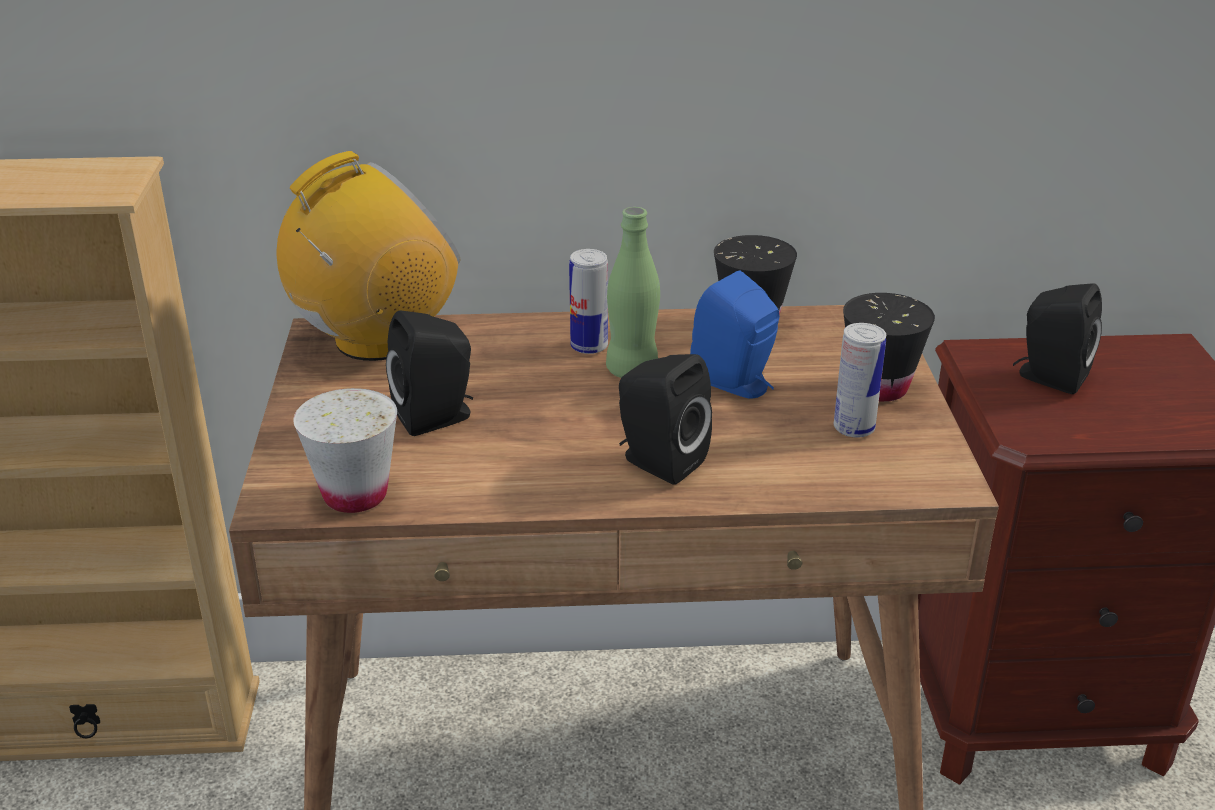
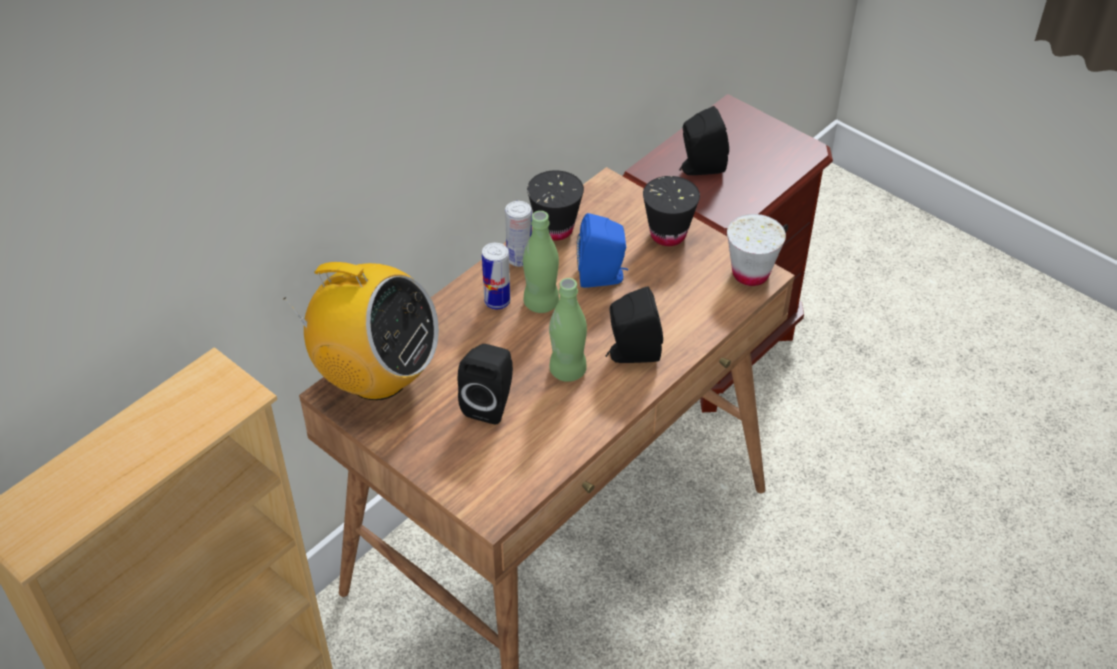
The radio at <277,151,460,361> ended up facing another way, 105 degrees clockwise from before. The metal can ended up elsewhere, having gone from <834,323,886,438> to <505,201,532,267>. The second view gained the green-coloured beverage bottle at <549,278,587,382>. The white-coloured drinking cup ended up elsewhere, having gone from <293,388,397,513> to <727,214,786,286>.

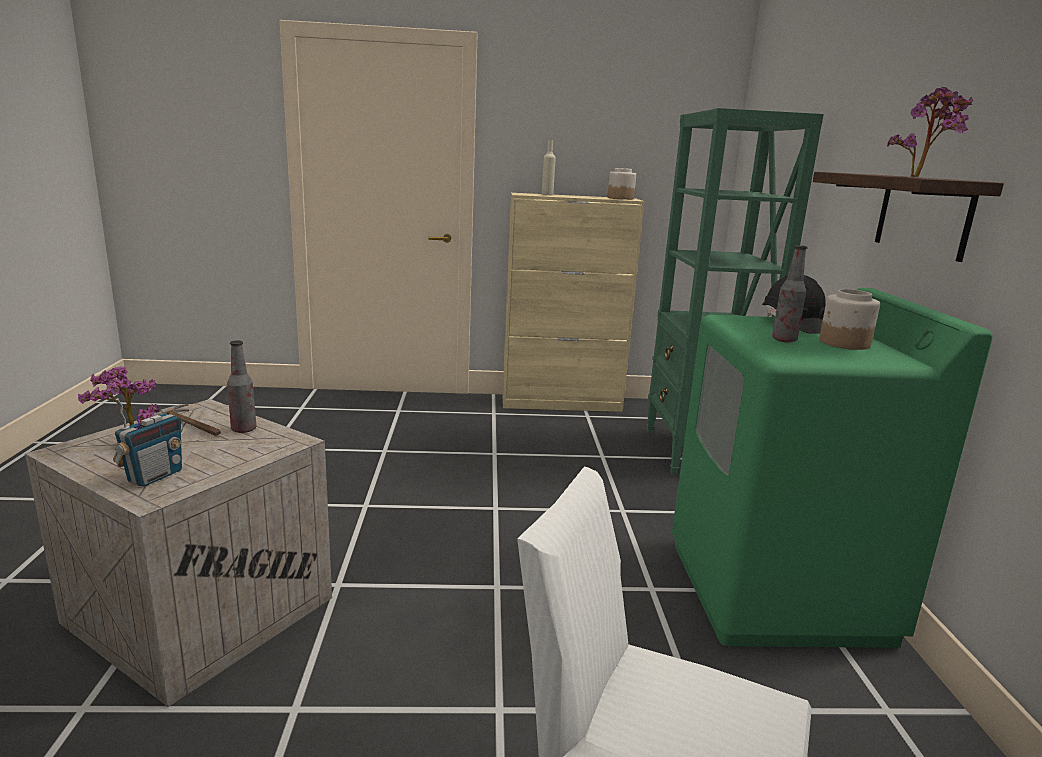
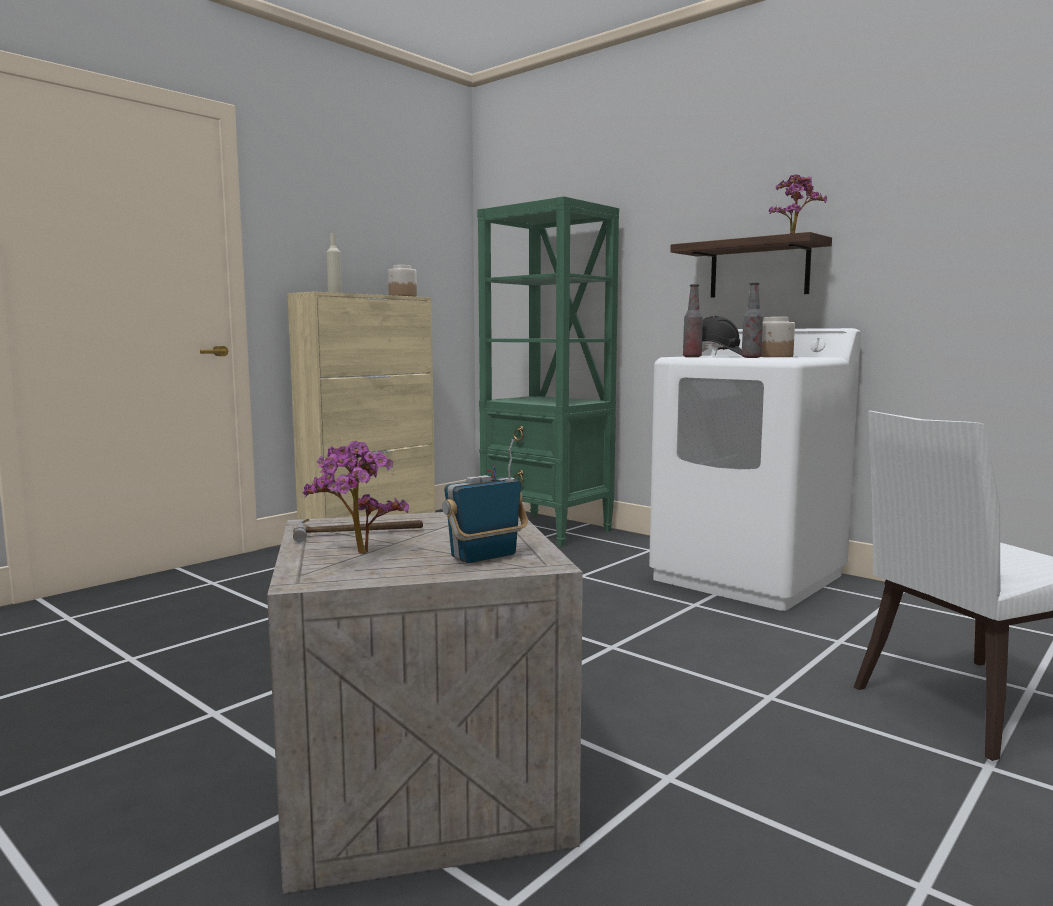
The radio at <113,398,183,487> ended up facing another way, 105 degrees counterclockwise from before. What was the green-coloured laundry machine at <672,288,993,648> turned into the white-coloured laundry machine at <649,328,861,611>. The beverage bottle ended up elsewhere, having gone from <227,340,257,433> to <683,284,703,357>.

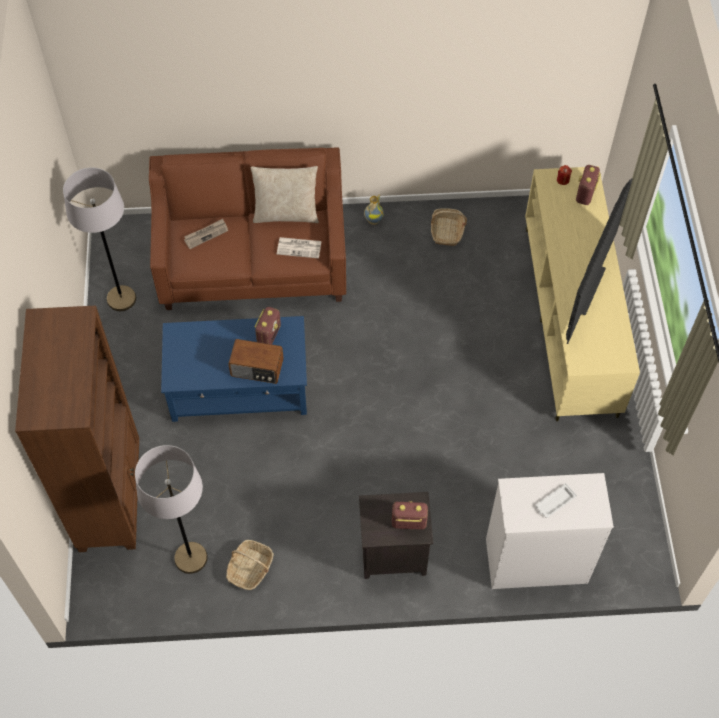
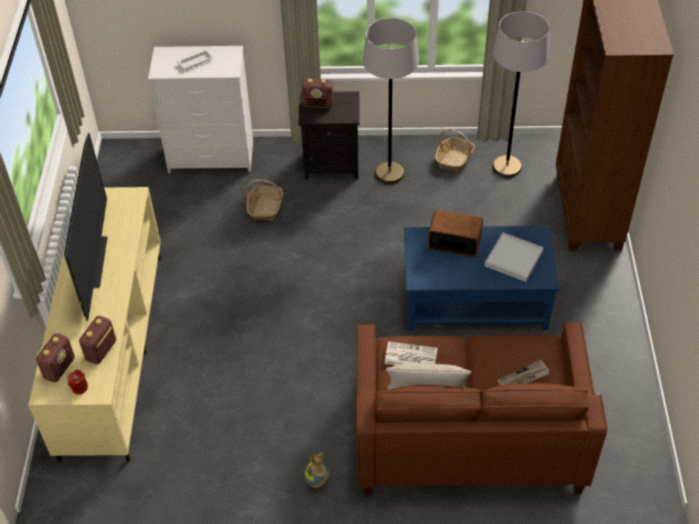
The television at <566,178,633,344> ended up facing another way, 150 degrees clockwise from before. The radio ended up elsewhere, having gone from <255,307,281,344> to <79,316,116,364>. The basket ended up elsewhere, having gone from <431,208,467,246> to <246,180,283,221>. The grey floor lamp ended up elsewhere, having gone from <63,167,136,311> to <363,18,419,184>. The second view gained the white-coloured serving tray at <485,232,544,282>.

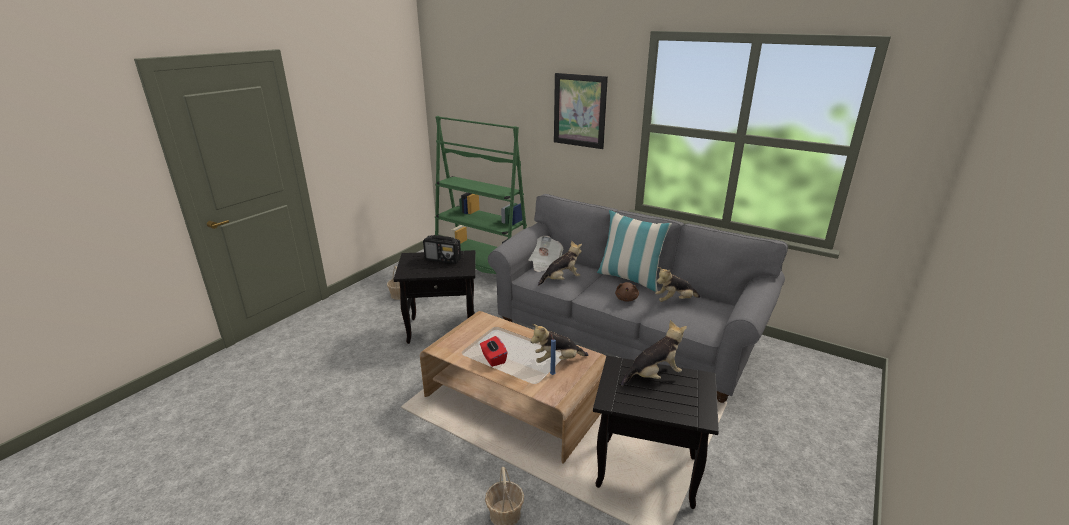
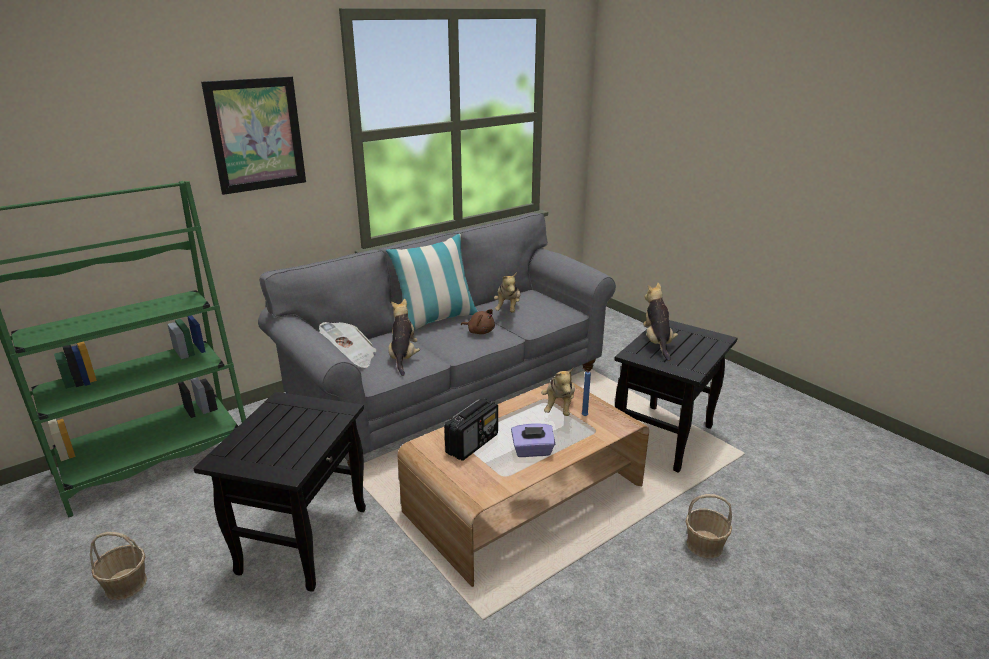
The radio ended up elsewhere, having gone from <423,235,461,264> to <444,398,498,461>. What was the reddish tissue holder at <480,336,508,367> turned into the purple-coloured tissue holder at <511,423,555,457>.

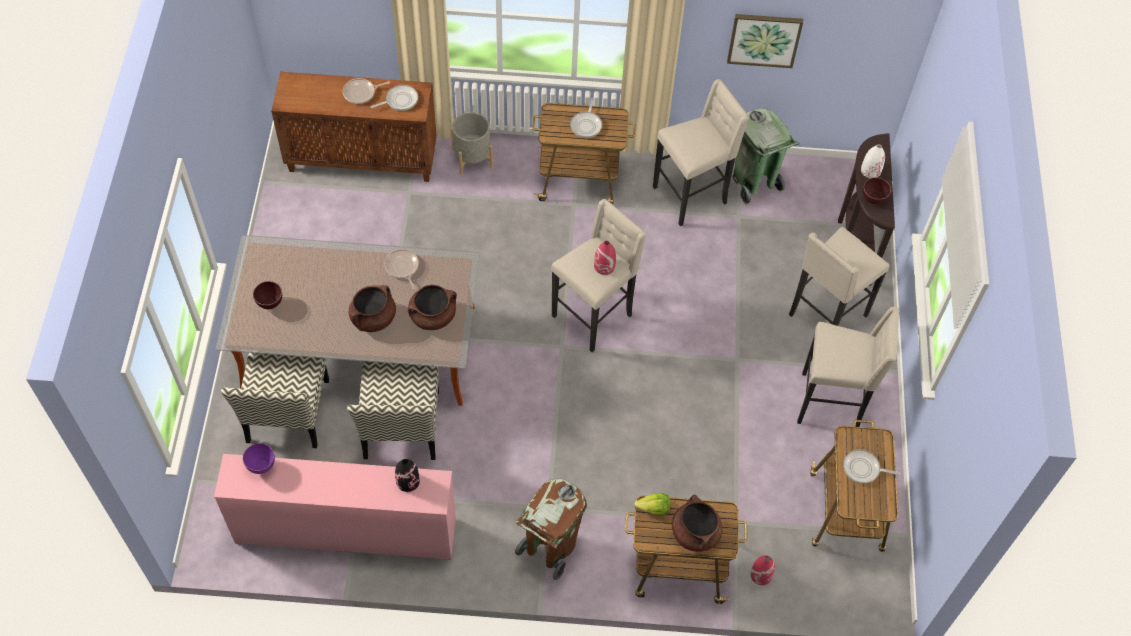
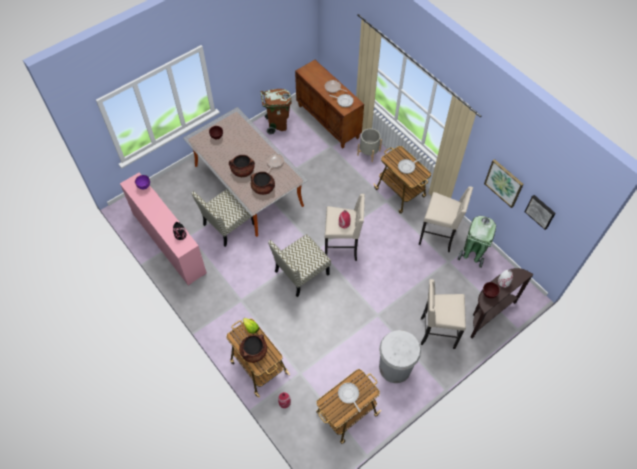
The brown-coloured rubbish bin ended up elsewhere, having gone from <515,478,587,580> to <261,89,292,134>. The upright chair ended up elsewhere, having gone from <221,353,329,448> to <268,234,331,297>. Where the beige stool seat stood at <797,307,900,427>, the white-coloured rubbish bin came to stand at <379,330,421,383>. The second view gained the wall art at <525,195,556,230>.

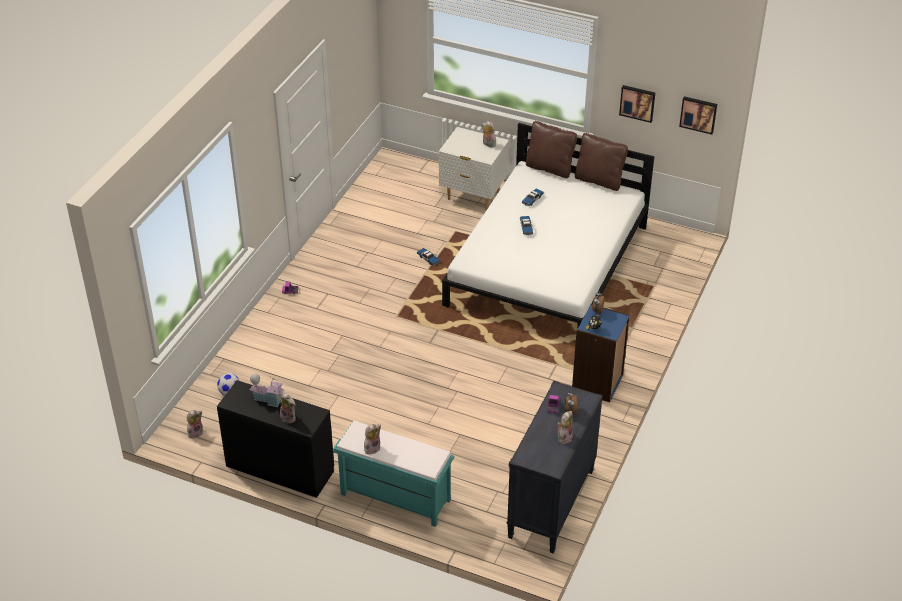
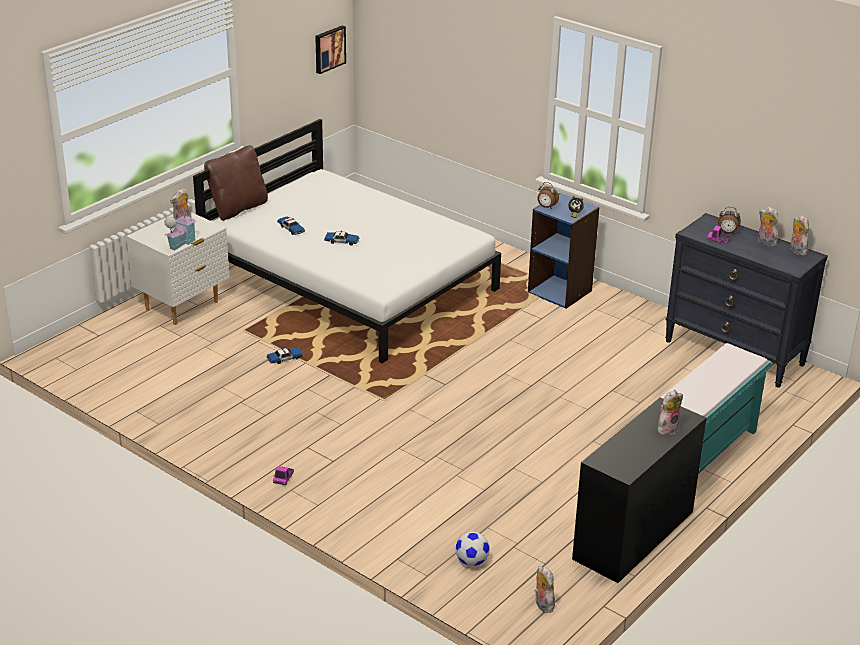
The miniature house ended up elsewhere, having gone from <250,374,285,407> to <164,208,197,251>. The cuddly toy ended up elsewhere, having gone from <364,424,381,454> to <791,215,809,256>. The second view lost the brown-coloured pillow at <575,133,628,191>. The second view lost the wall art at <619,85,655,123>.

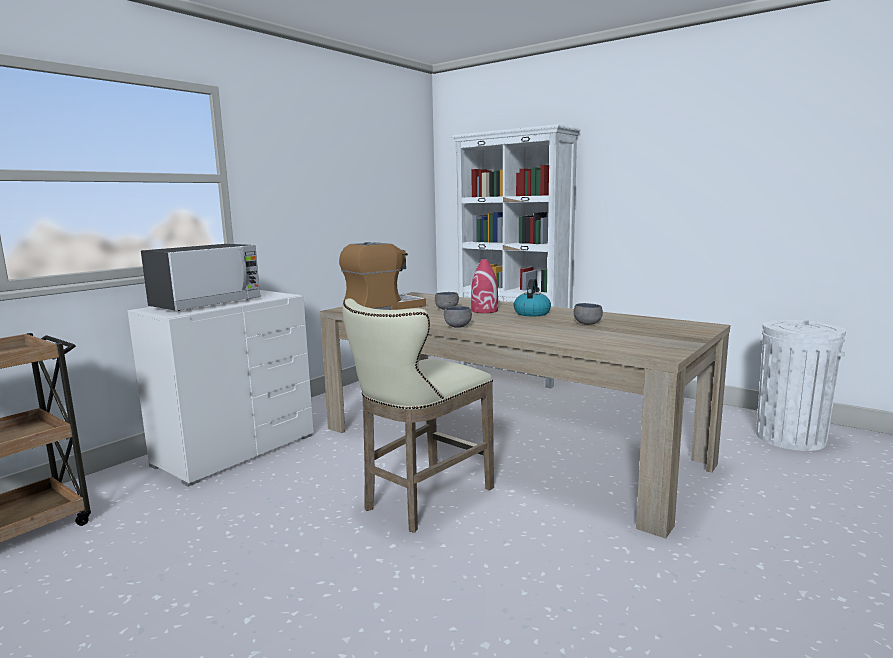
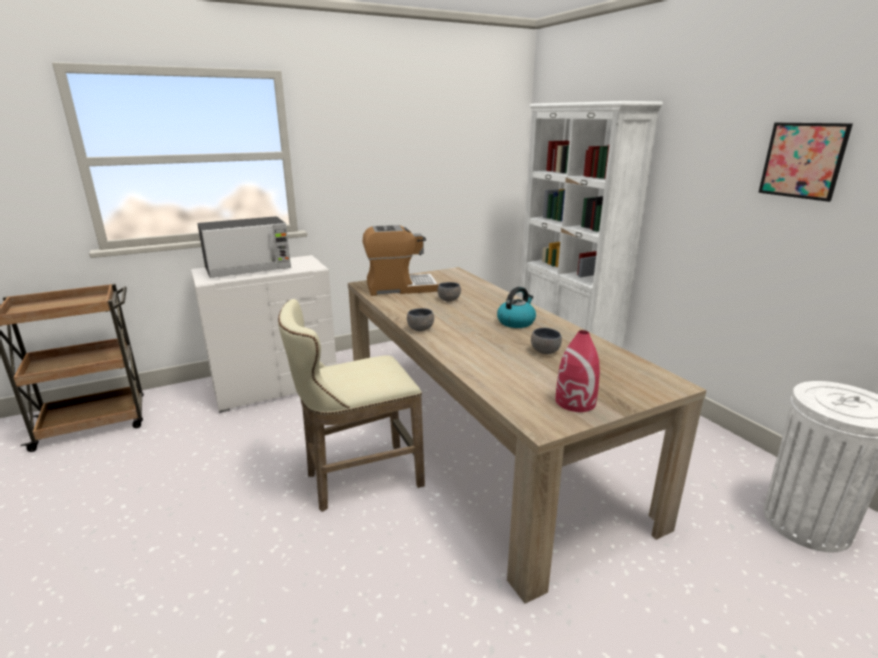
The reddish decorative vase ended up elsewhere, having gone from <471,259,498,313> to <556,330,600,412>. The second view gained the wall art at <758,123,853,202>.

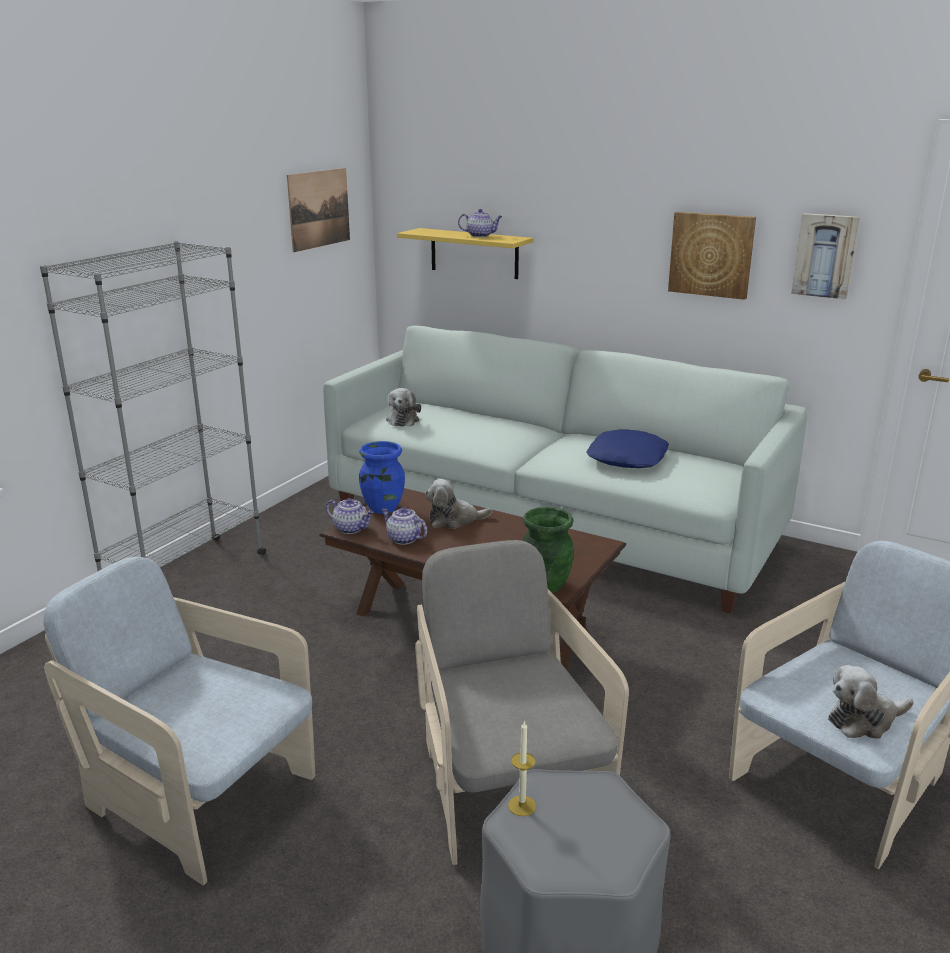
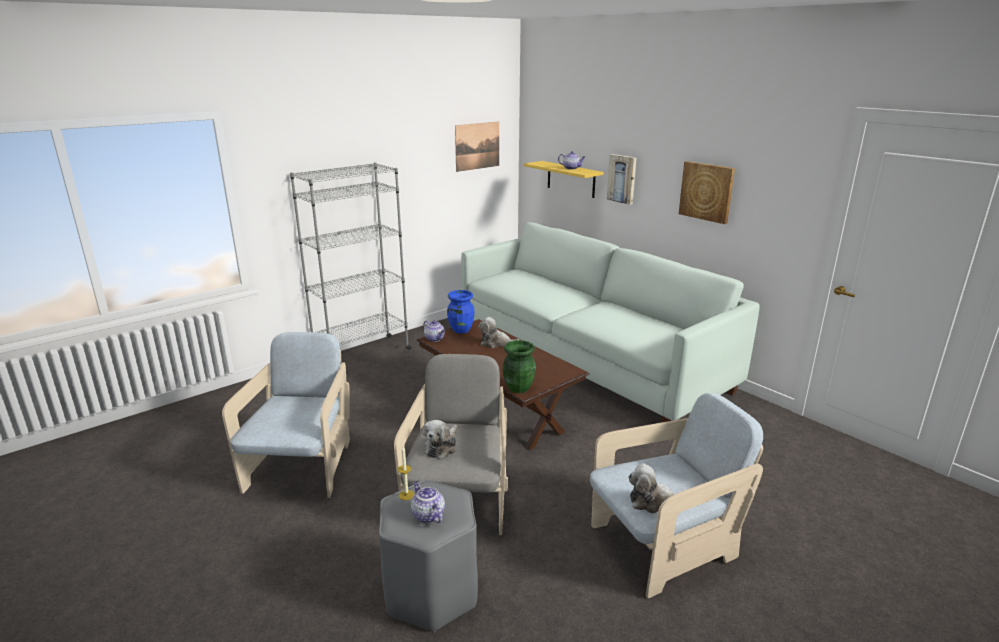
The beige armchair at <43,557,315,885> ended up facing another way, 45 degrees clockwise from before. The pot for tea ended up elsewhere, having gone from <381,507,427,545> to <411,481,445,523>. The cuddly toy ended up elsewhere, having gone from <386,388,421,426> to <423,420,457,460>. The wall art ended up elsewhere, having gone from <791,213,860,299> to <607,154,636,205>. The second view lost the blue-coloured pillow at <586,429,669,468>.

